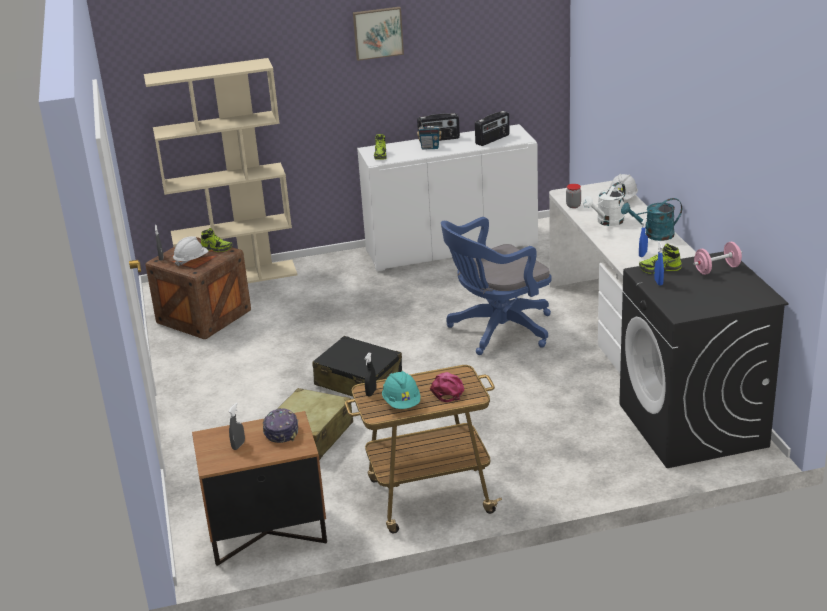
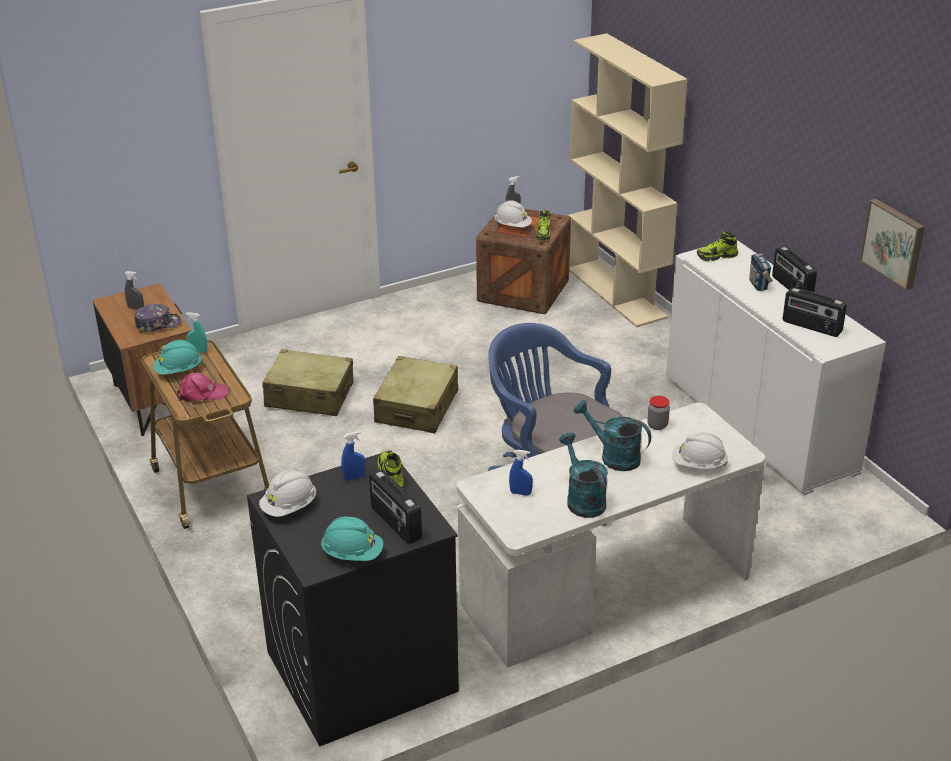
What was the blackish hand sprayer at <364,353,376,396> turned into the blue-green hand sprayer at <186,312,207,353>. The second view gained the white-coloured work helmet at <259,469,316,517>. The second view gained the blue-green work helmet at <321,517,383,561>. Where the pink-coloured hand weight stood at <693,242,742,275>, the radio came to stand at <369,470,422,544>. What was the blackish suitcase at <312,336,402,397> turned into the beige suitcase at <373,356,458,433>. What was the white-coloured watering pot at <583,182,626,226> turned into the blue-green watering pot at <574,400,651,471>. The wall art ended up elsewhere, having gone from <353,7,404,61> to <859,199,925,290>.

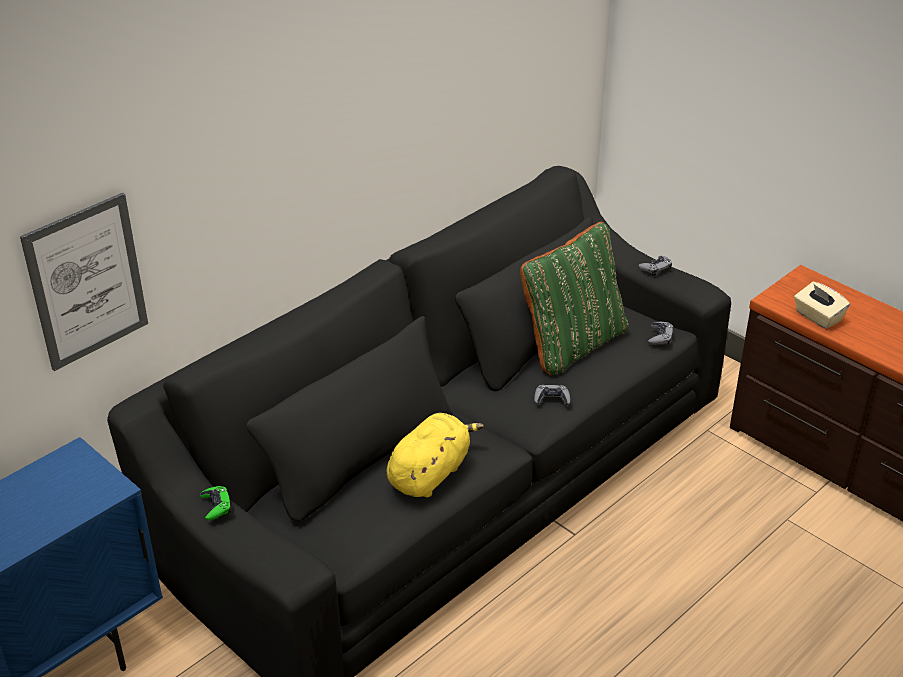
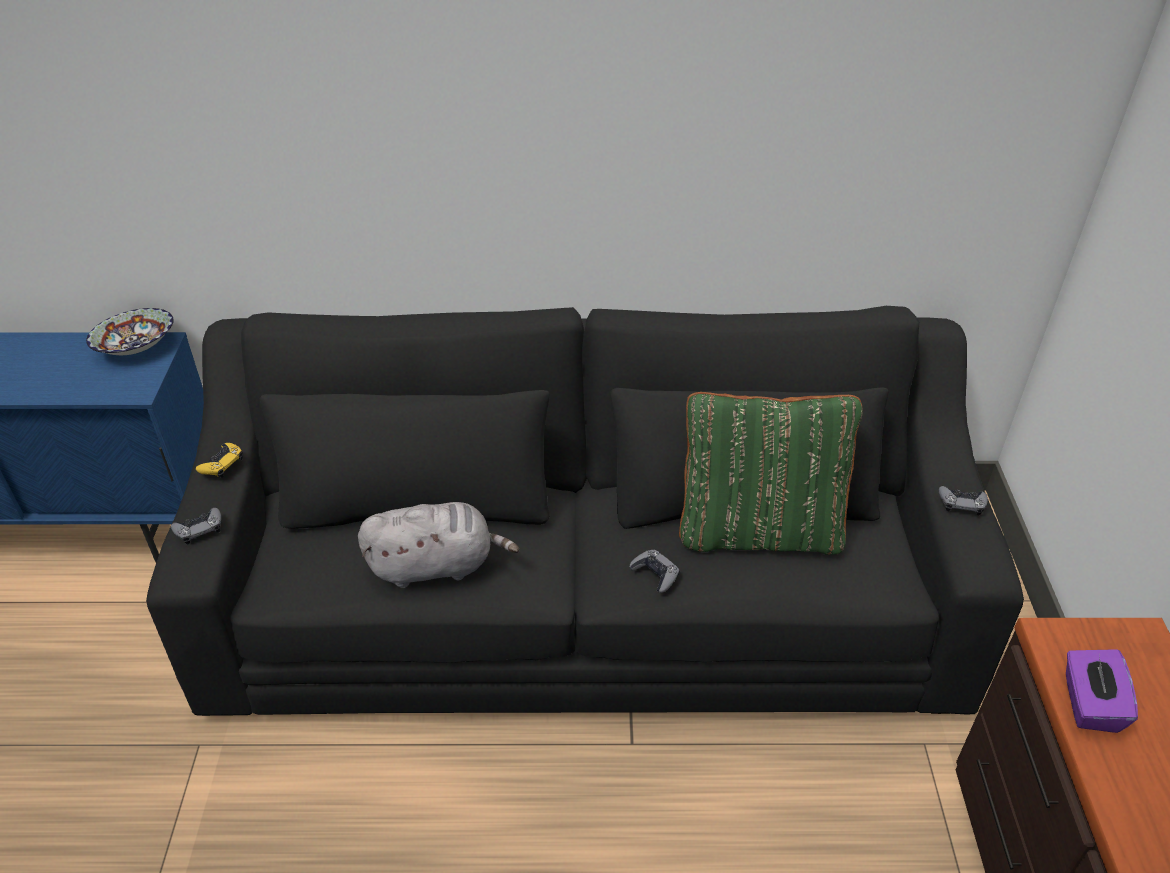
The second view gained the serving bowl at <86,308,174,355>. The grey joypad ended up elsewhere, having gone from <648,322,674,345> to <171,508,221,544>. What was the green-coloured joypad at <200,486,231,521> turned into the yellowish joypad at <196,443,243,478>. What was the yellowish cuddly toy at <387,413,484,497> turned into the grey cuddly toy at <358,502,519,588>. What was the beige tissue holder at <794,282,850,329> turned into the purple-coloured tissue holder at <1066,649,1138,733>. The second view lost the wall art at <20,193,148,371>.

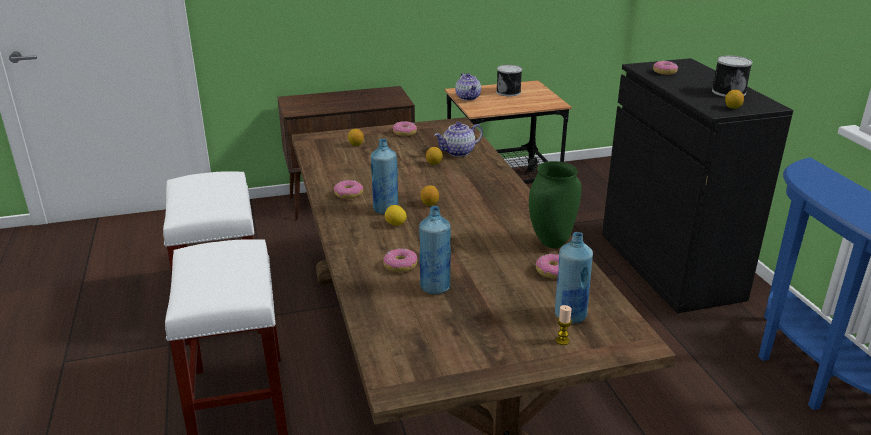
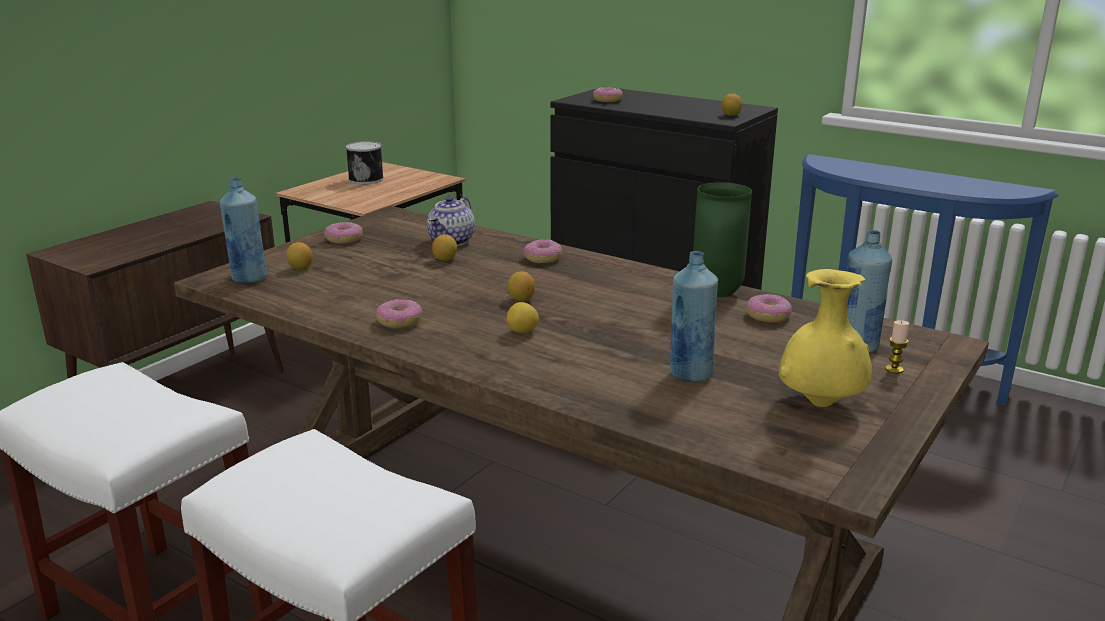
The blue-coloured beverage bottle ended up elsewhere, having gone from <371,139,398,215> to <220,177,268,284>. The ring doughnut ended up elsewhere, having gone from <383,248,417,273> to <524,239,562,263>. The second view gained the yellowish decorative vase at <779,269,872,407>. The second view lost the pot for tea at <455,73,481,101>. The second view lost the metal can at <712,56,752,97>.

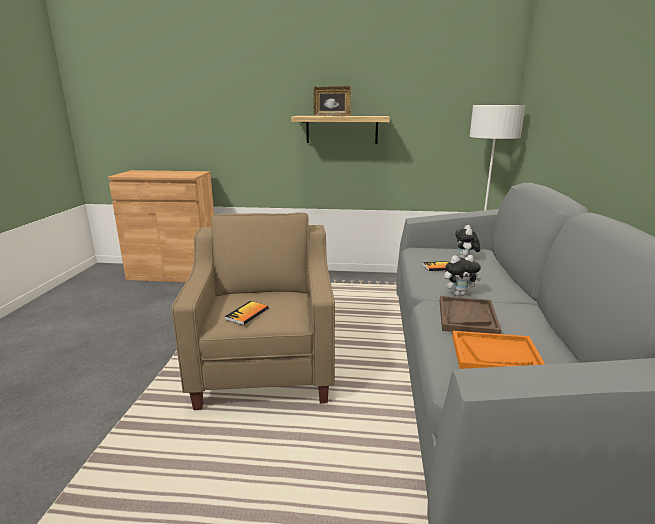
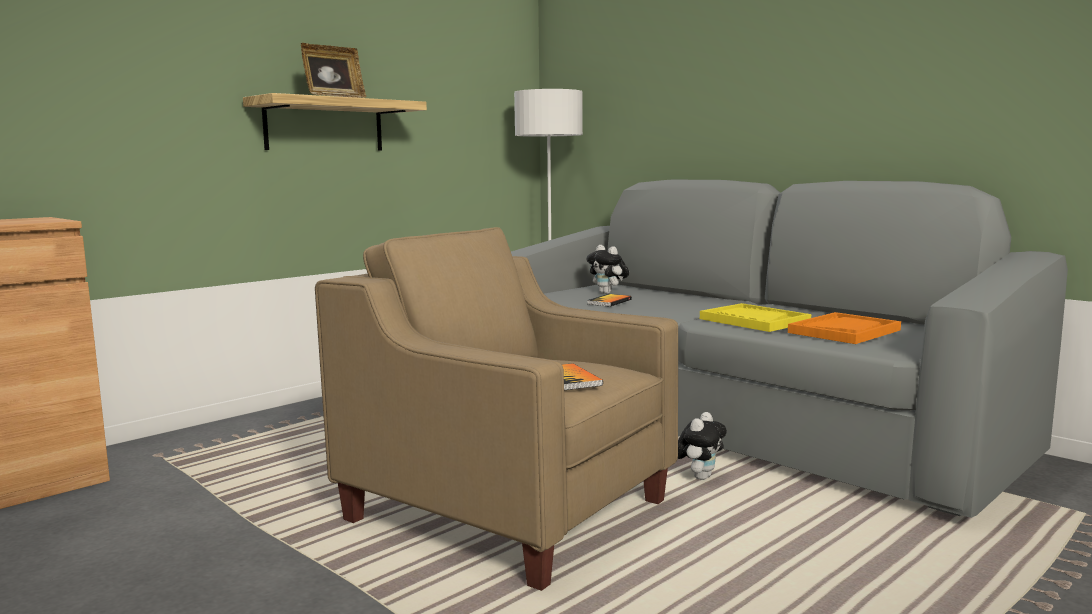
The cuddly toy ended up elsewhere, having gone from <444,255,481,296> to <678,412,727,480>. What was the brown-coloured serving tray at <440,296,501,334> turned into the yellowish serving tray at <700,303,811,332>.

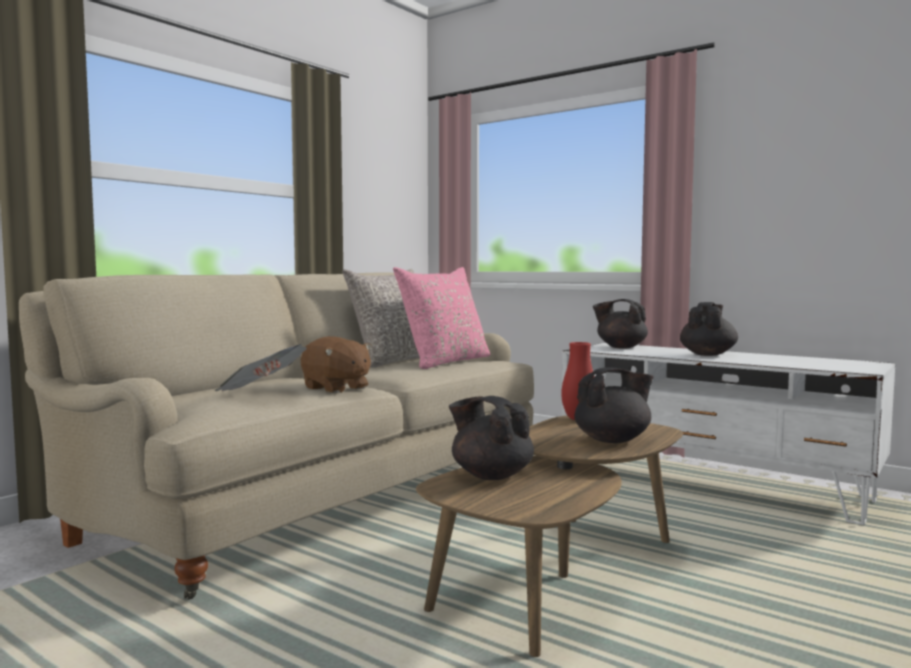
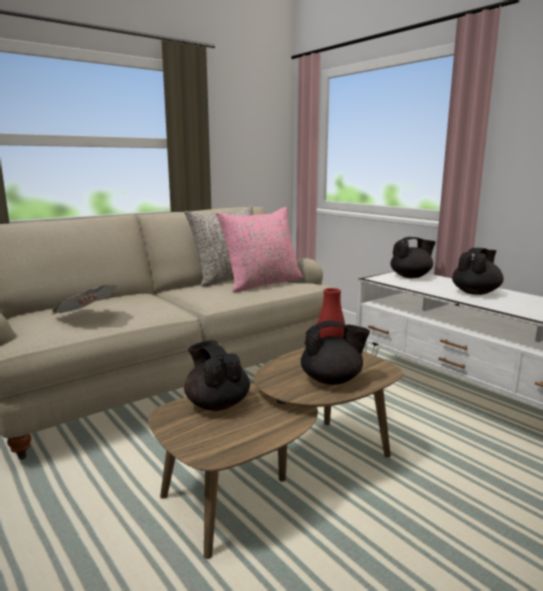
The blackish pot for tea at <593,299,648,348> ended up facing another way, 120 degrees clockwise from before. The second view lost the brown-coloured cuddly toy at <301,336,372,393>.

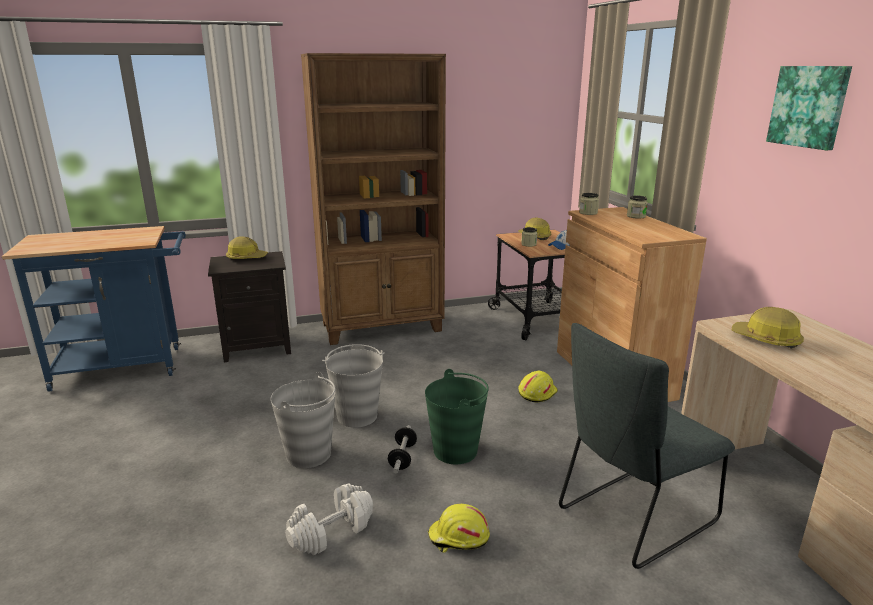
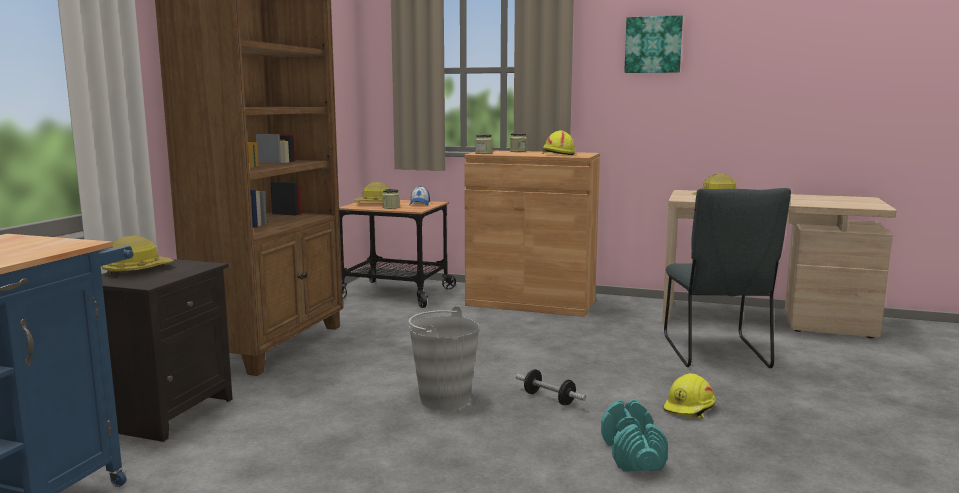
The yellowish work helmet ended up elsewhere, having gone from <518,371,558,403> to <542,130,575,155>. What was the white-coloured hand weight at <285,484,373,555> turned into the blue-green hand weight at <601,400,668,471>. The second view lost the grey pail at <271,372,336,468>. The second view lost the green-coloured pail at <425,369,489,464>.

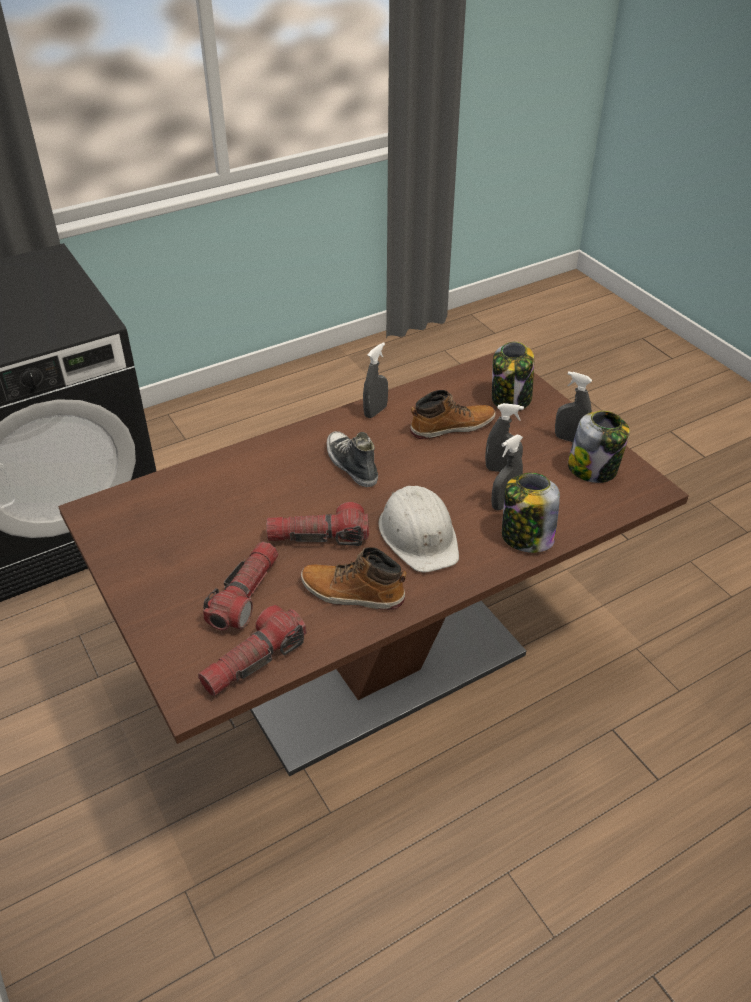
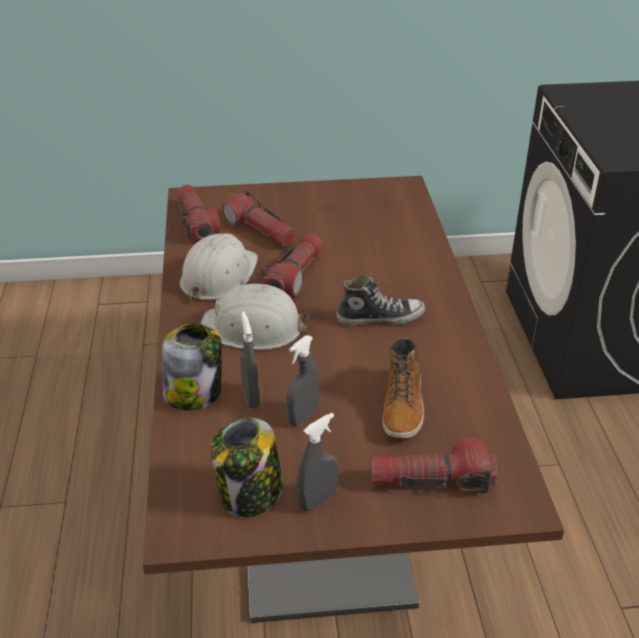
Where the tall boot stood at <301,547,407,610>, the white-coloured work helmet came to stand at <180,234,258,301>. Where the preserve jar stood at <492,342,534,408>, the hand torch came to stand at <370,439,497,494>. The second view lost the grey hand sprayer at <363,342,388,418>.

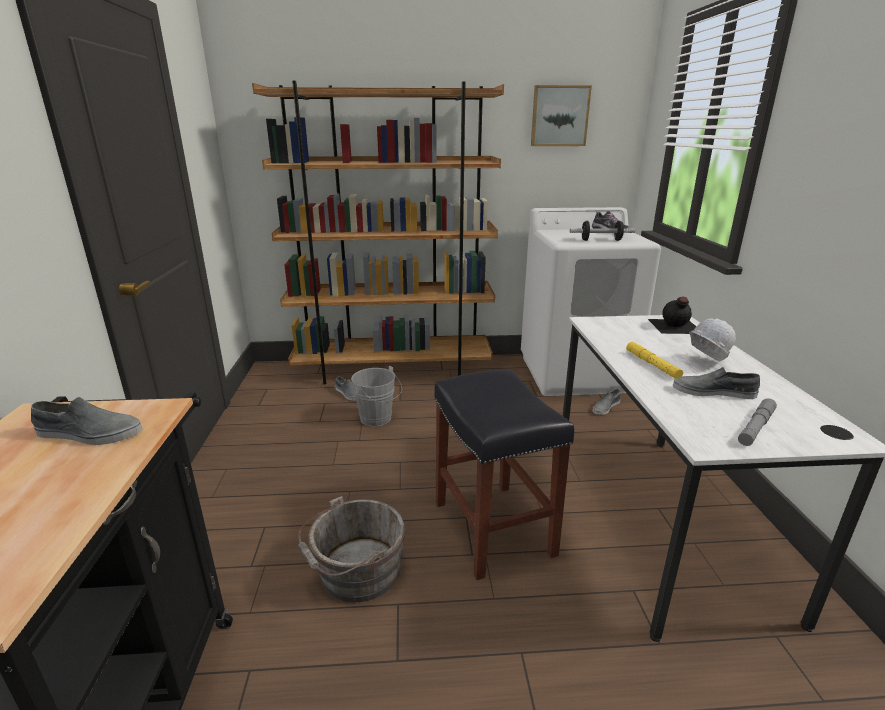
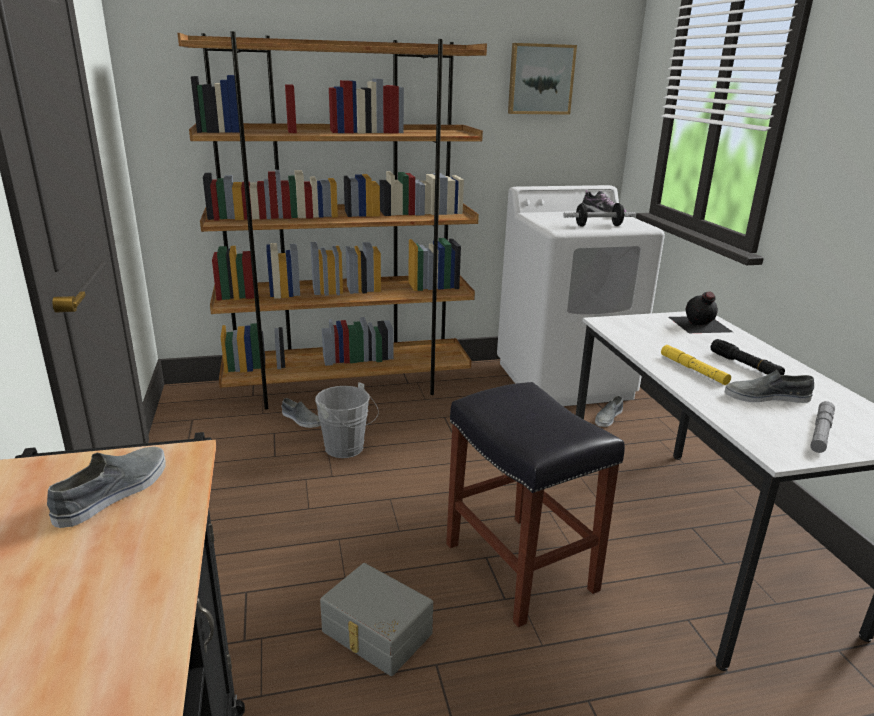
The grey item of footwear at <31,397,142,445> ended up facing another way, 60 degrees counterclockwise from before. Where the grey pail stood at <298,496,406,602>, the grey storage container came to stand at <320,563,433,676>. Where the white-coloured work helmet stood at <689,318,736,362>, the blackish hand torch came to stand at <711,339,785,375>.

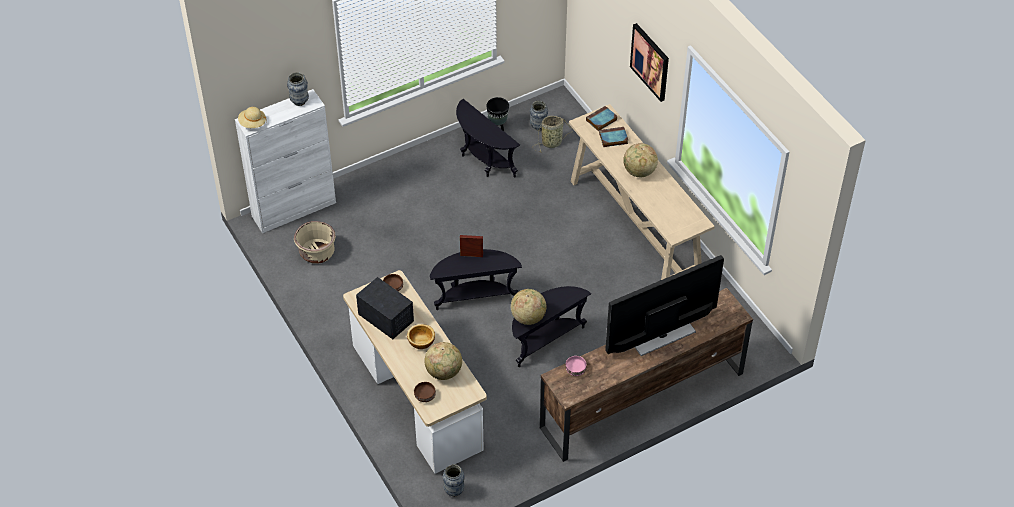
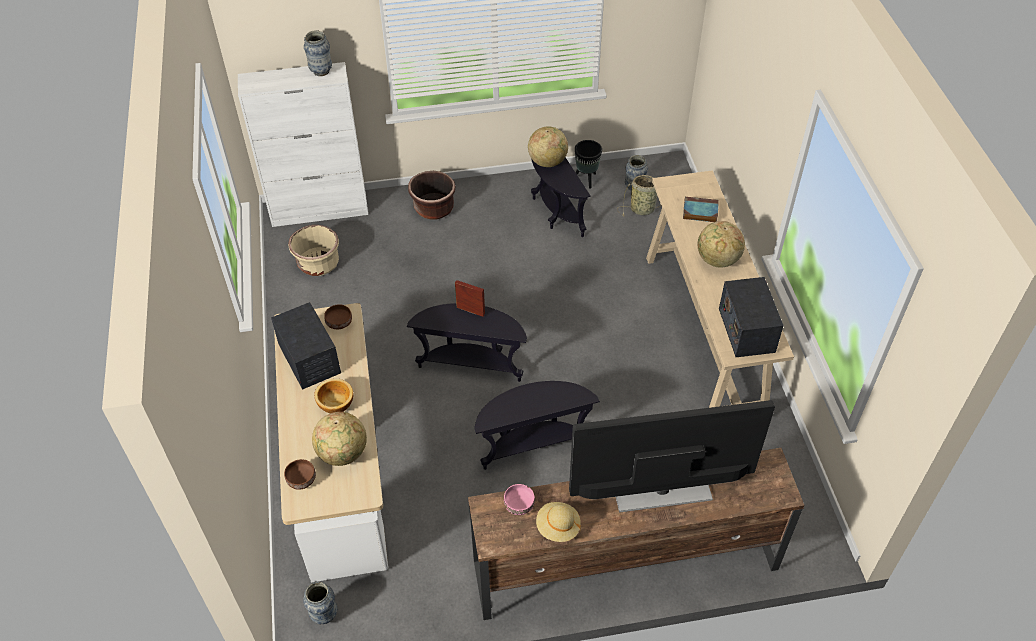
The second view gained the brown-coloured planter at <408,171,456,220>. The world globe ended up elsewhere, having gone from <511,289,546,325> to <528,126,568,167>. The beige wearable hat ended up elsewhere, having gone from <238,107,267,128> to <536,502,581,542>. The second view gained the radio at <719,277,784,357>. The second view lost the book at <586,106,617,131>. The second view lost the wall art at <630,23,669,102>.

